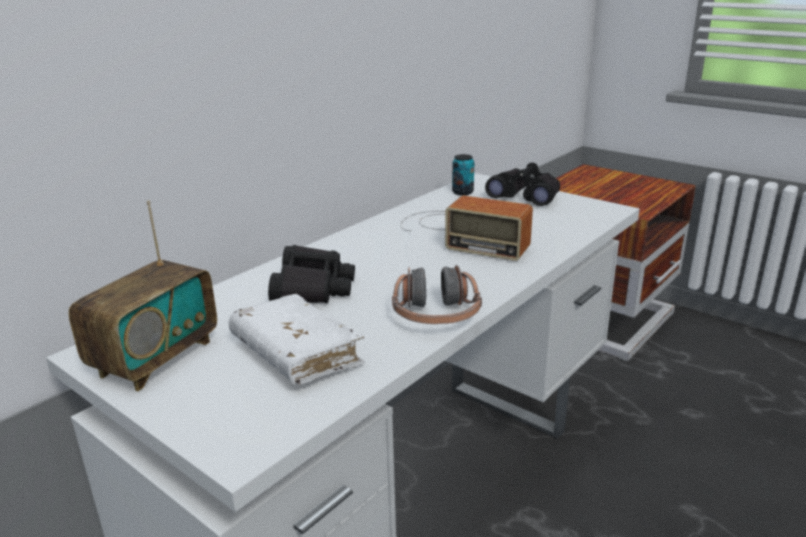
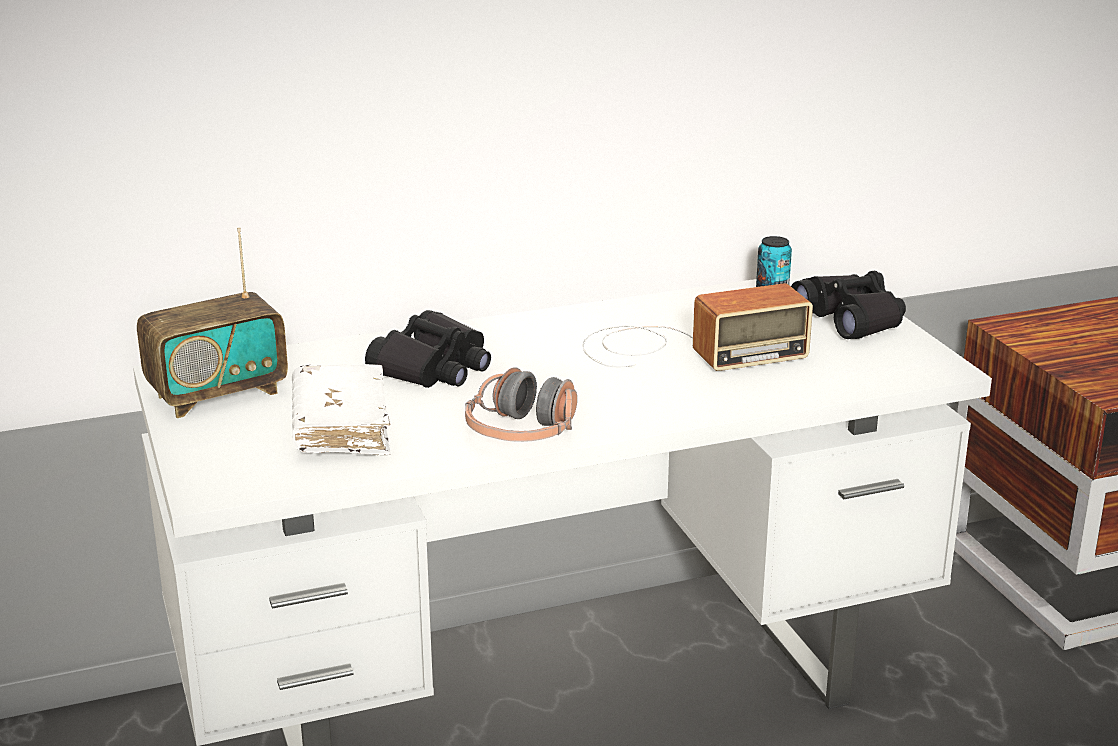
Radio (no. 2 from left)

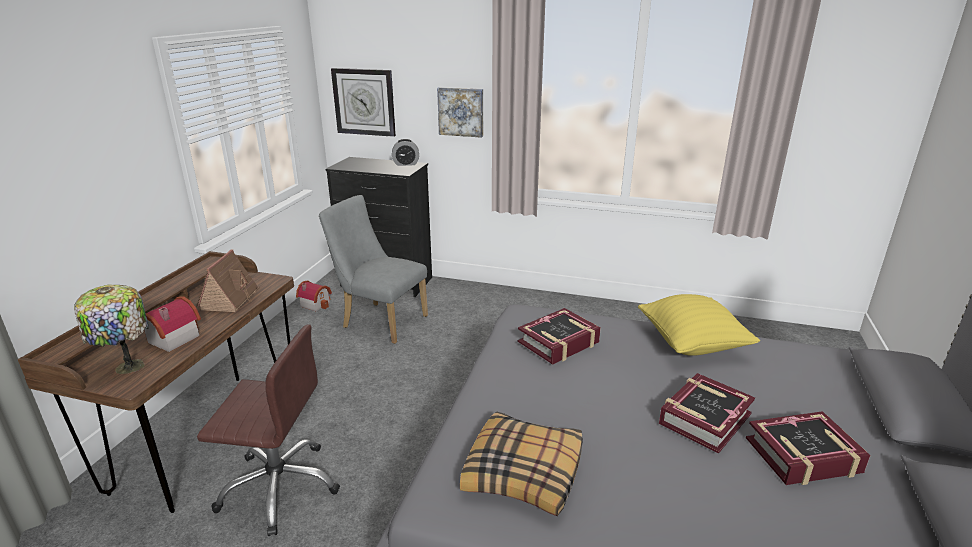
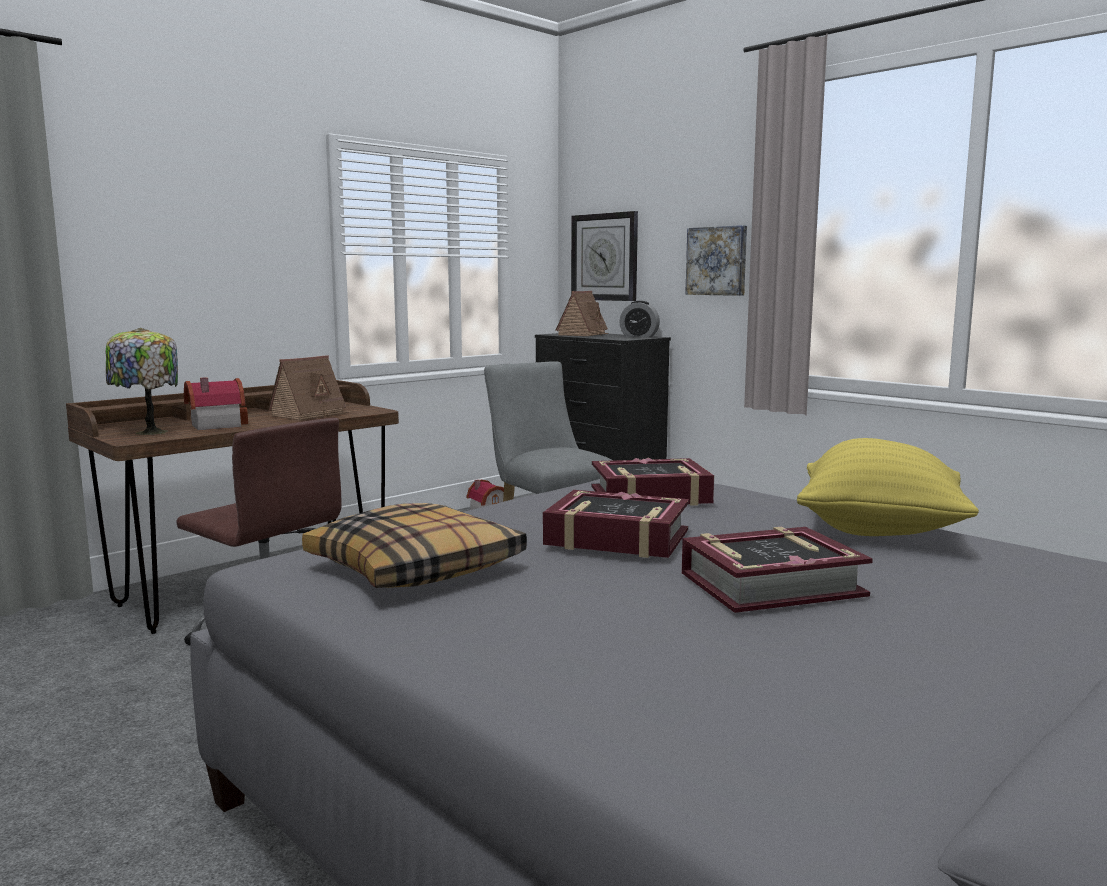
Book (no. 1 from left); ToyHouse (no. 4 from left)

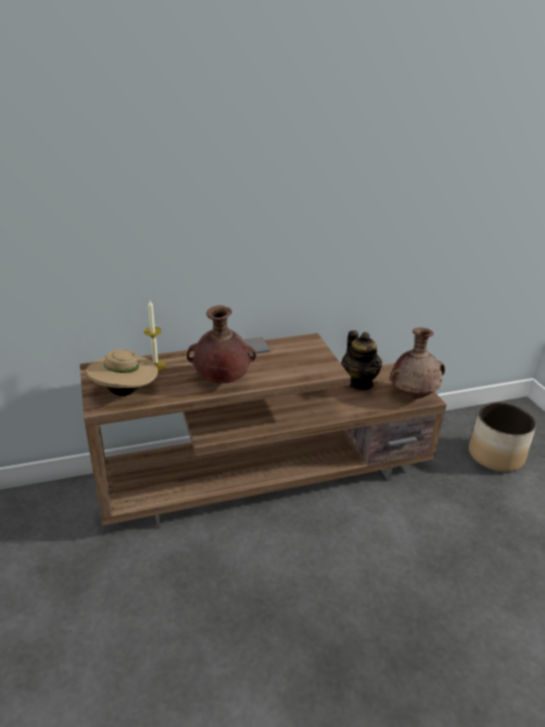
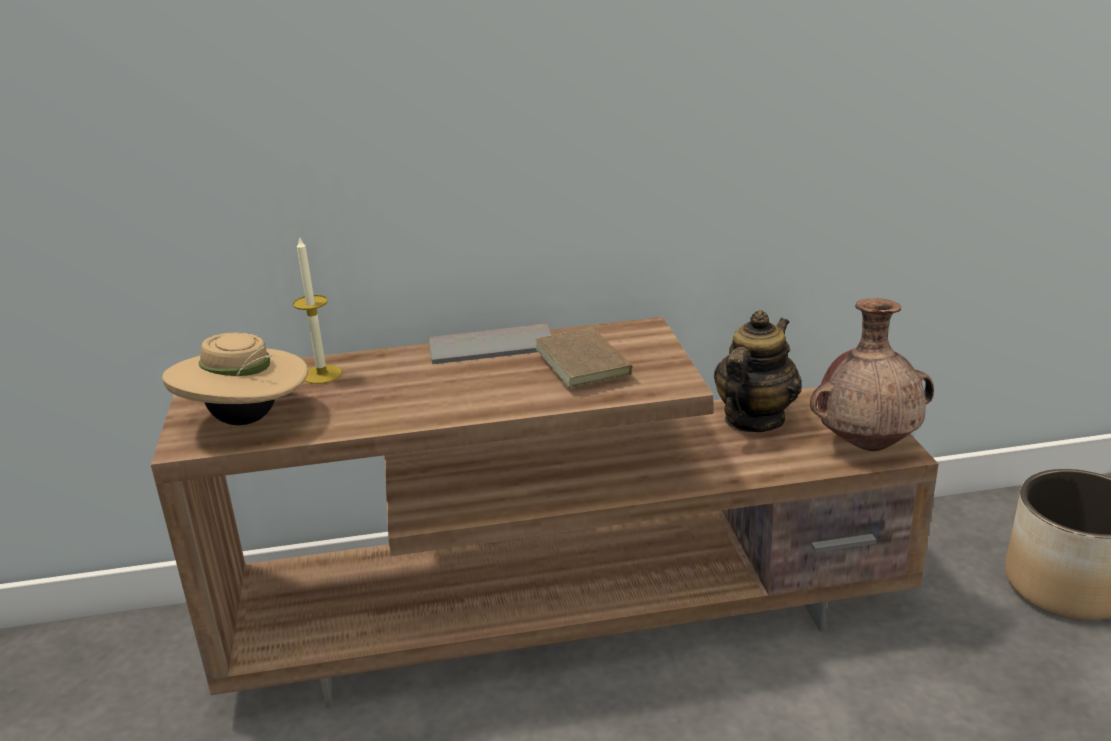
BrownVase (no. 1 from left in the first image); Teapot; BrownBook

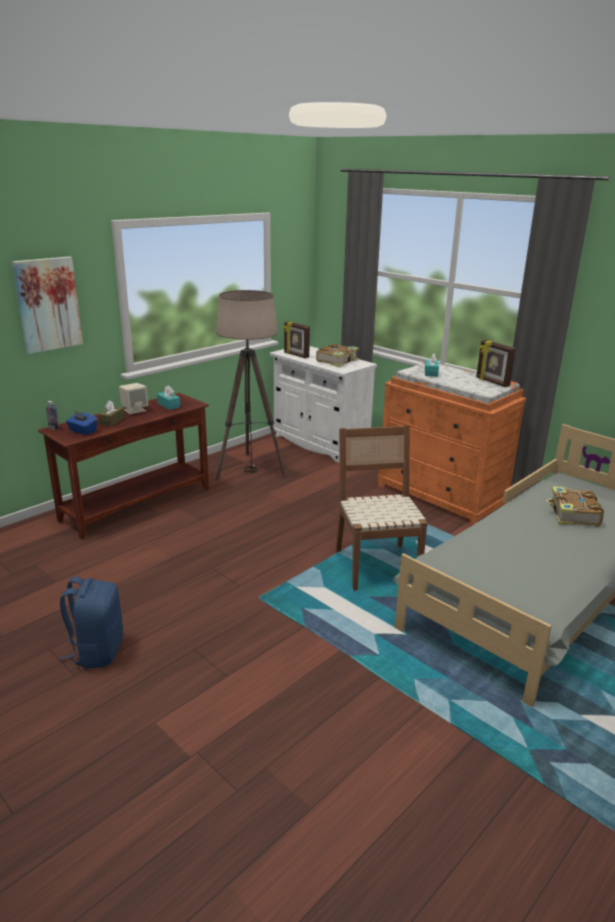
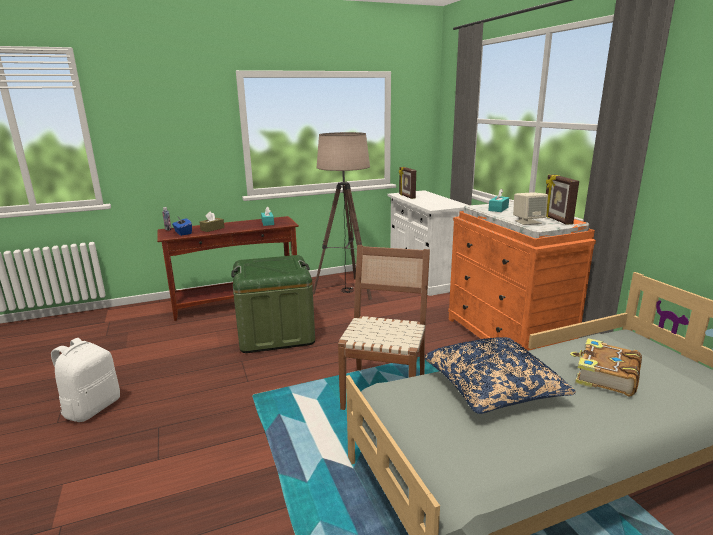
Picture; WhiteBackpack; BeigeSpeaker; Book (no. 1 from left in the first image); GreenStorageBox; BluePillow

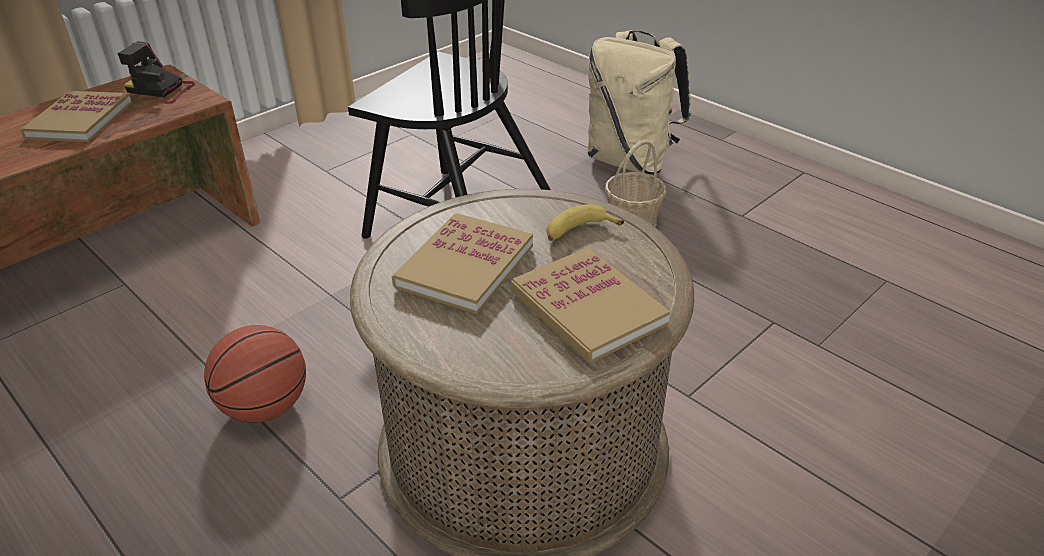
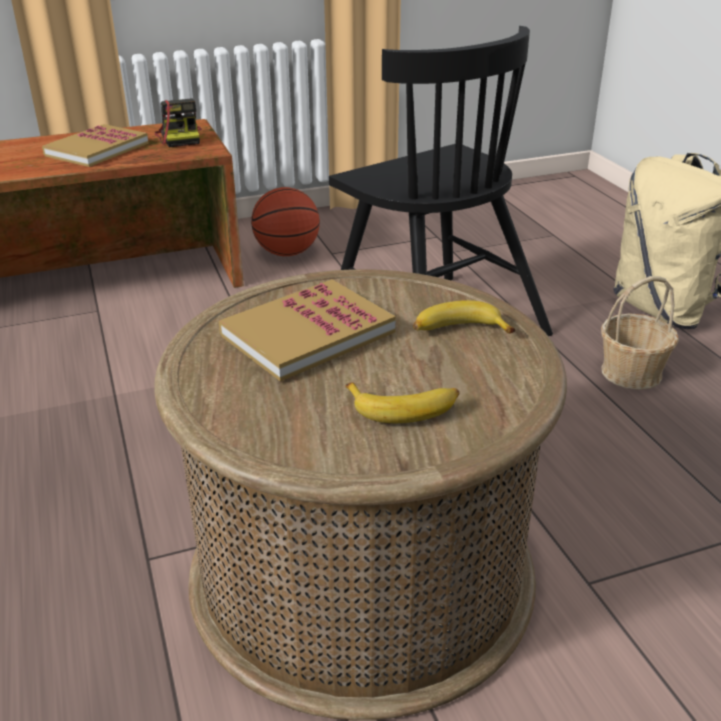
PhotoCamera; Basketball; Banana (no. 1 from left)

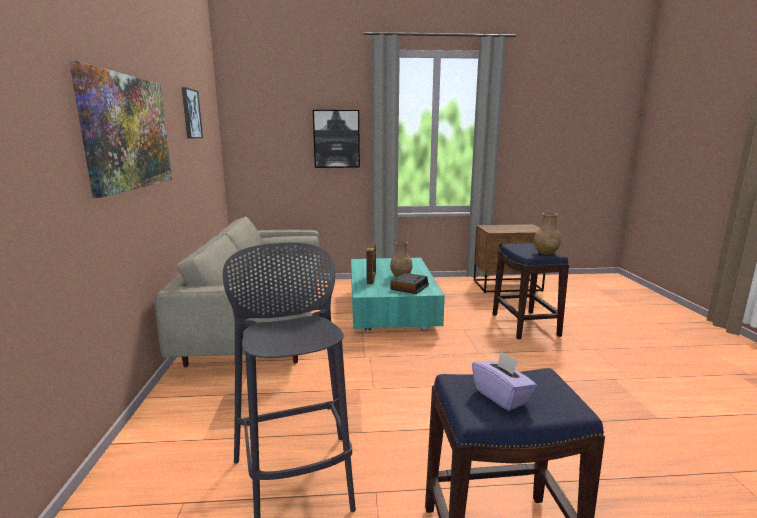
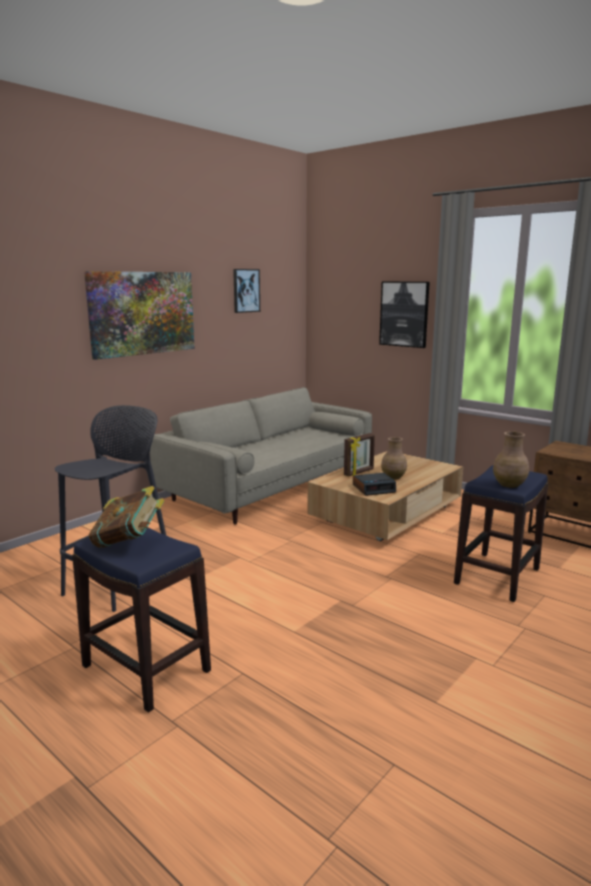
BrownCoffeeTable; Book

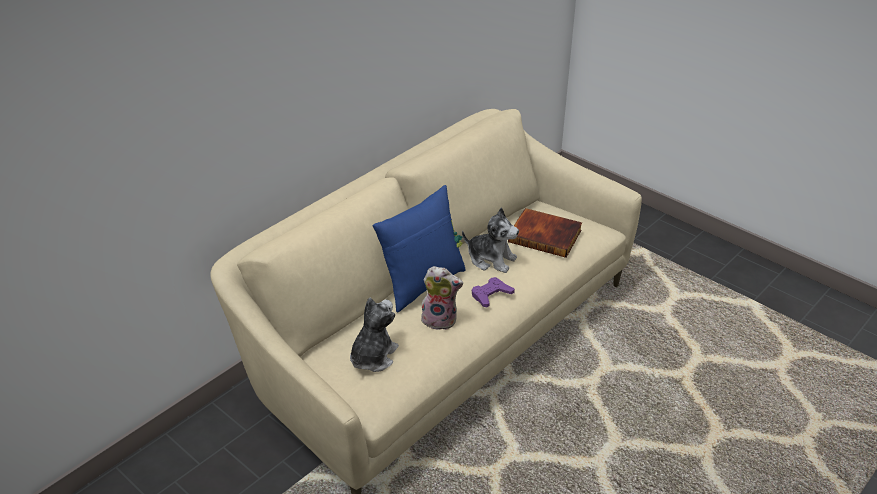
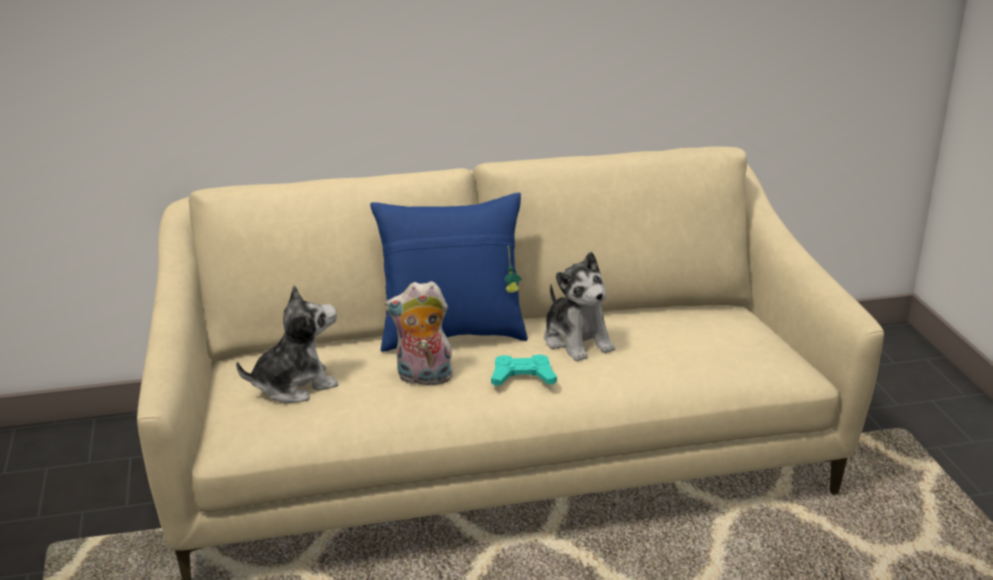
PlushToy (no. 2 from left); TurquoiseGameController; Book

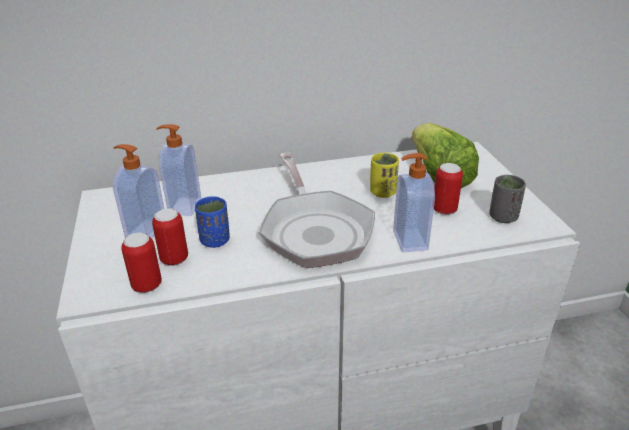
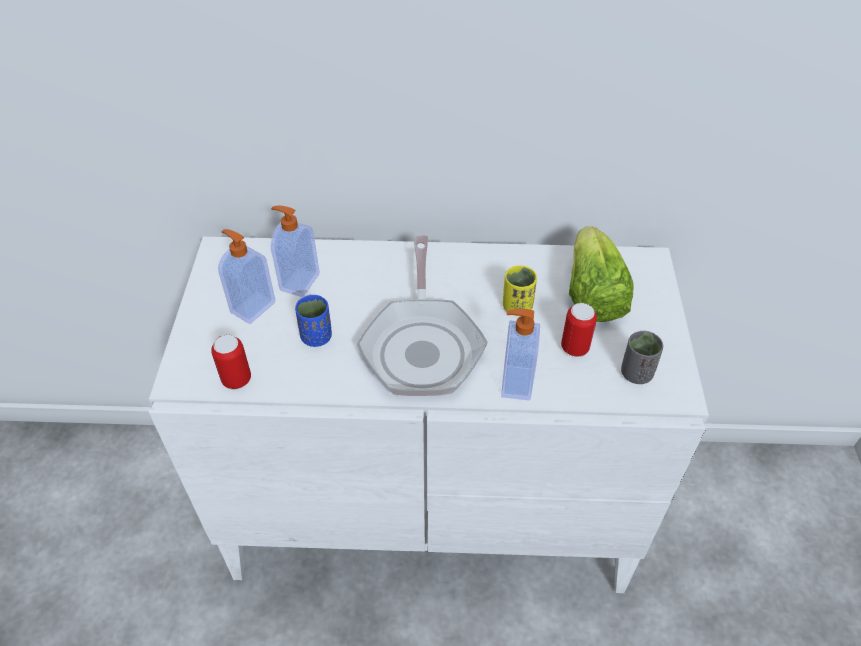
Can (no. 2 from left in the first image)

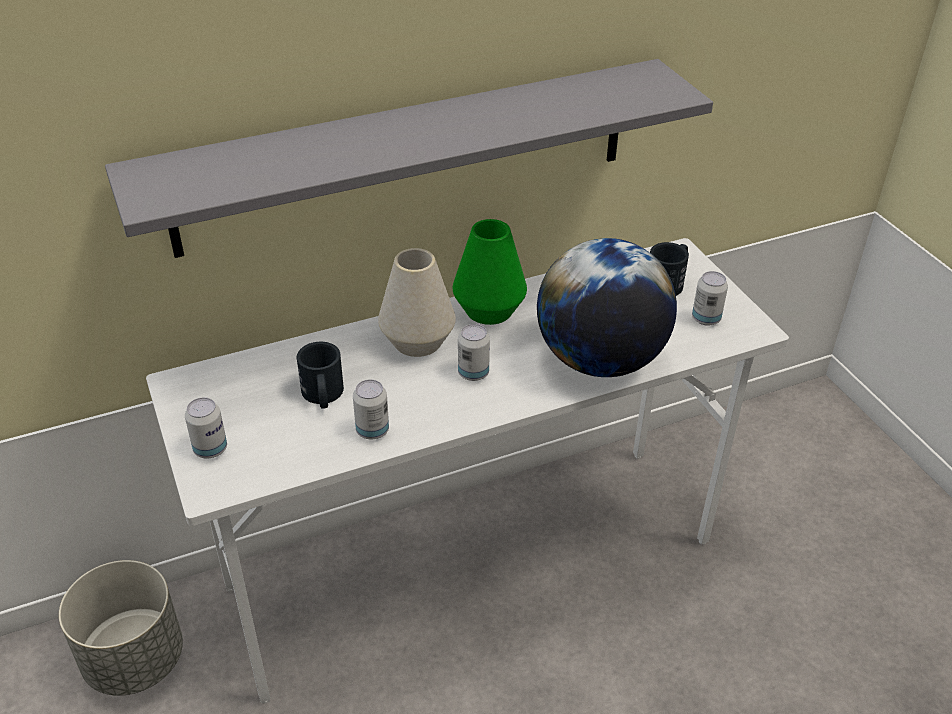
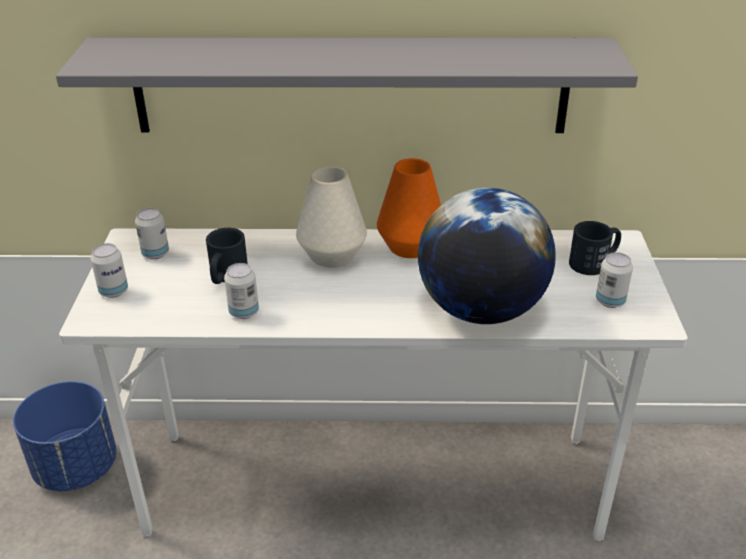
BluePlanter; OrangeVase; Can (no. 2 from left)

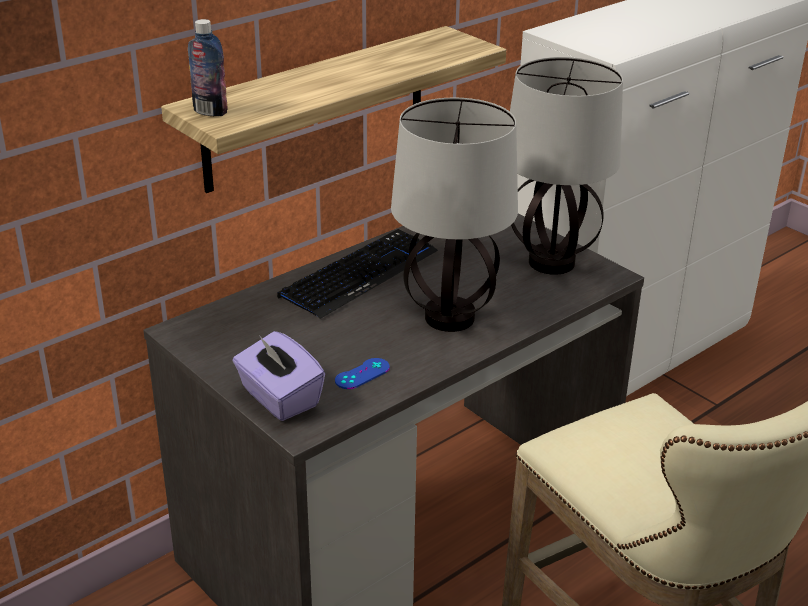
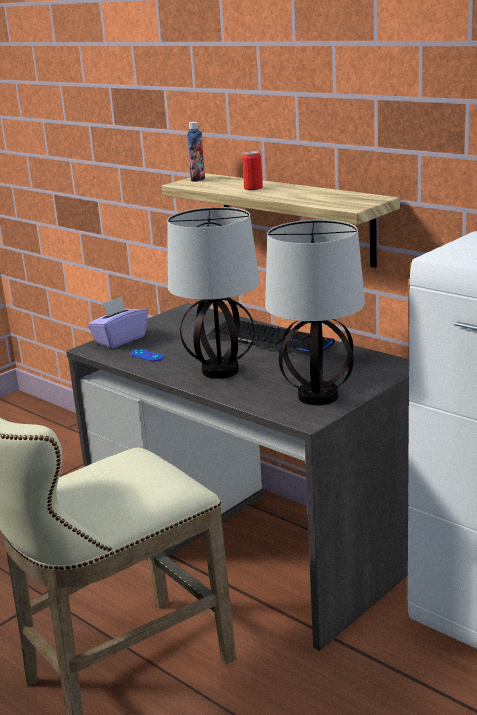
Can

